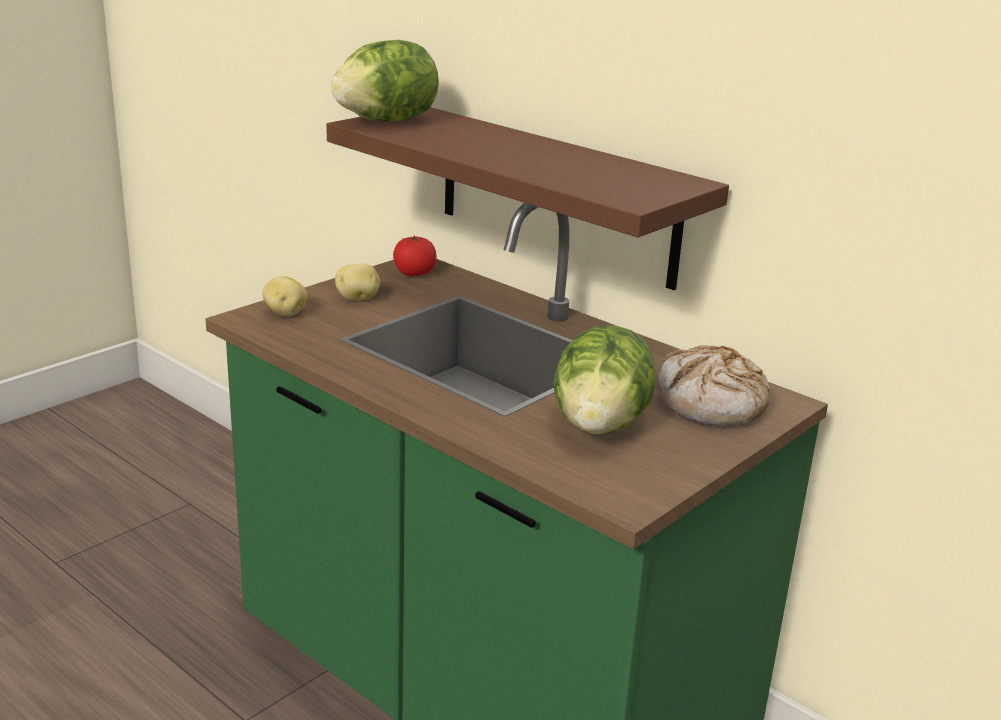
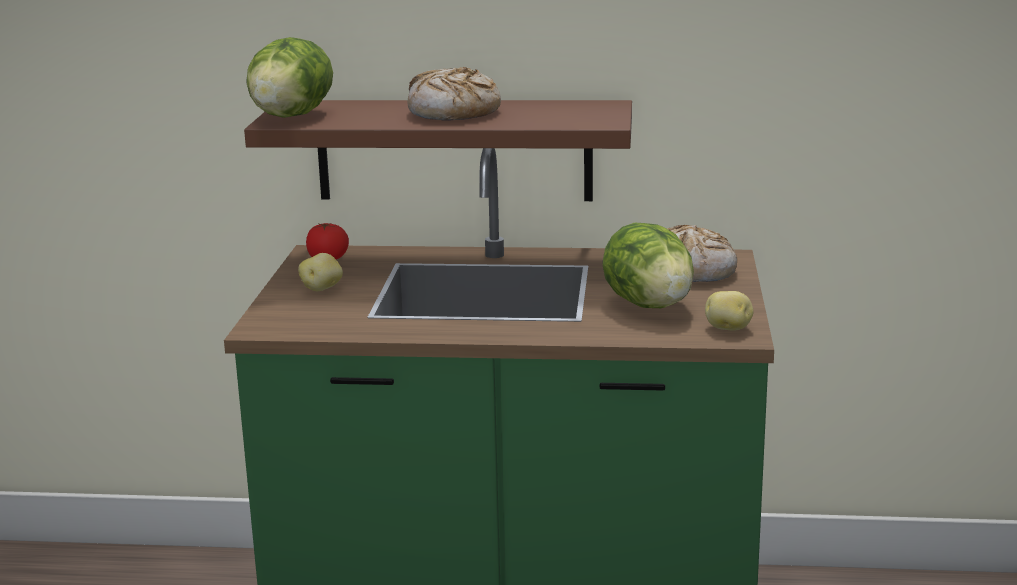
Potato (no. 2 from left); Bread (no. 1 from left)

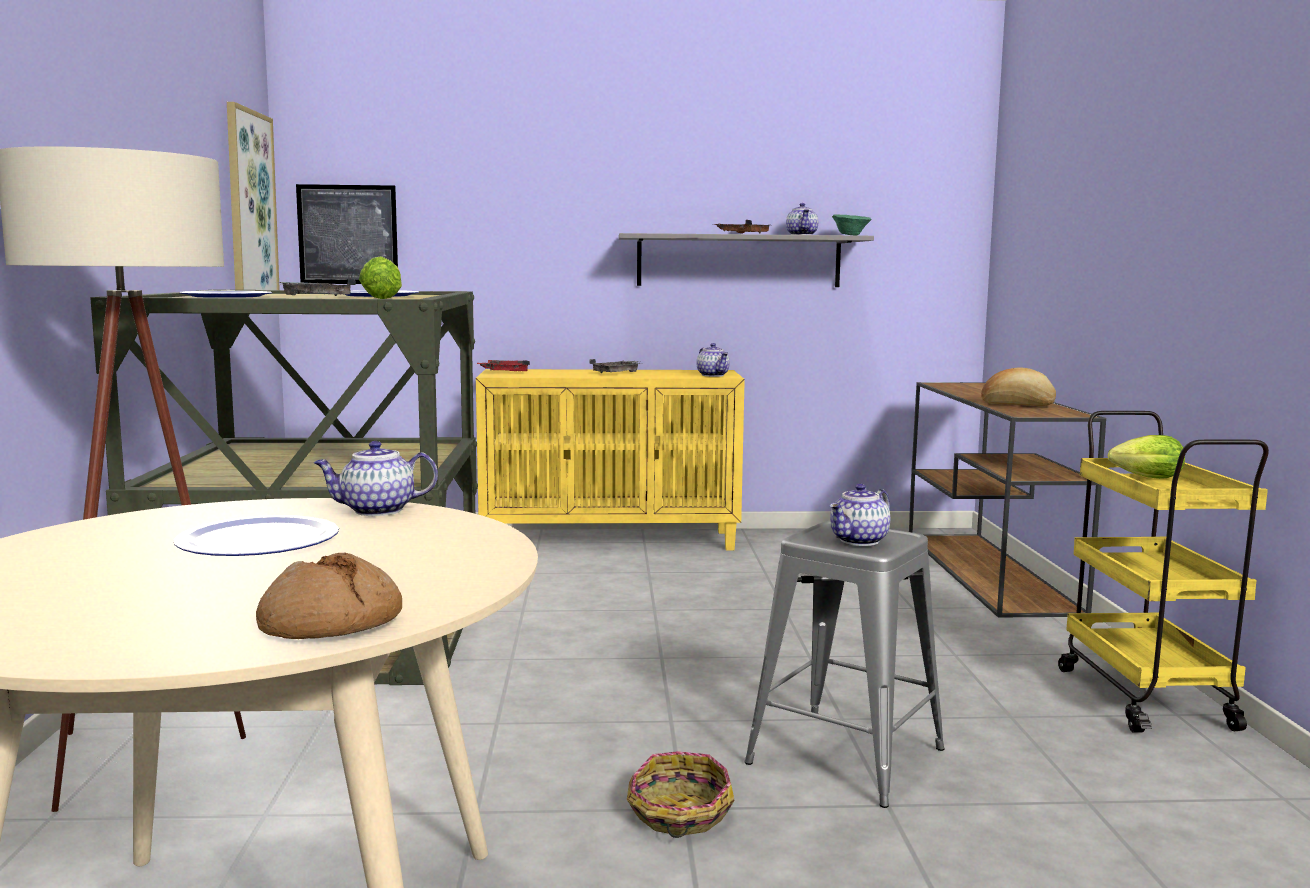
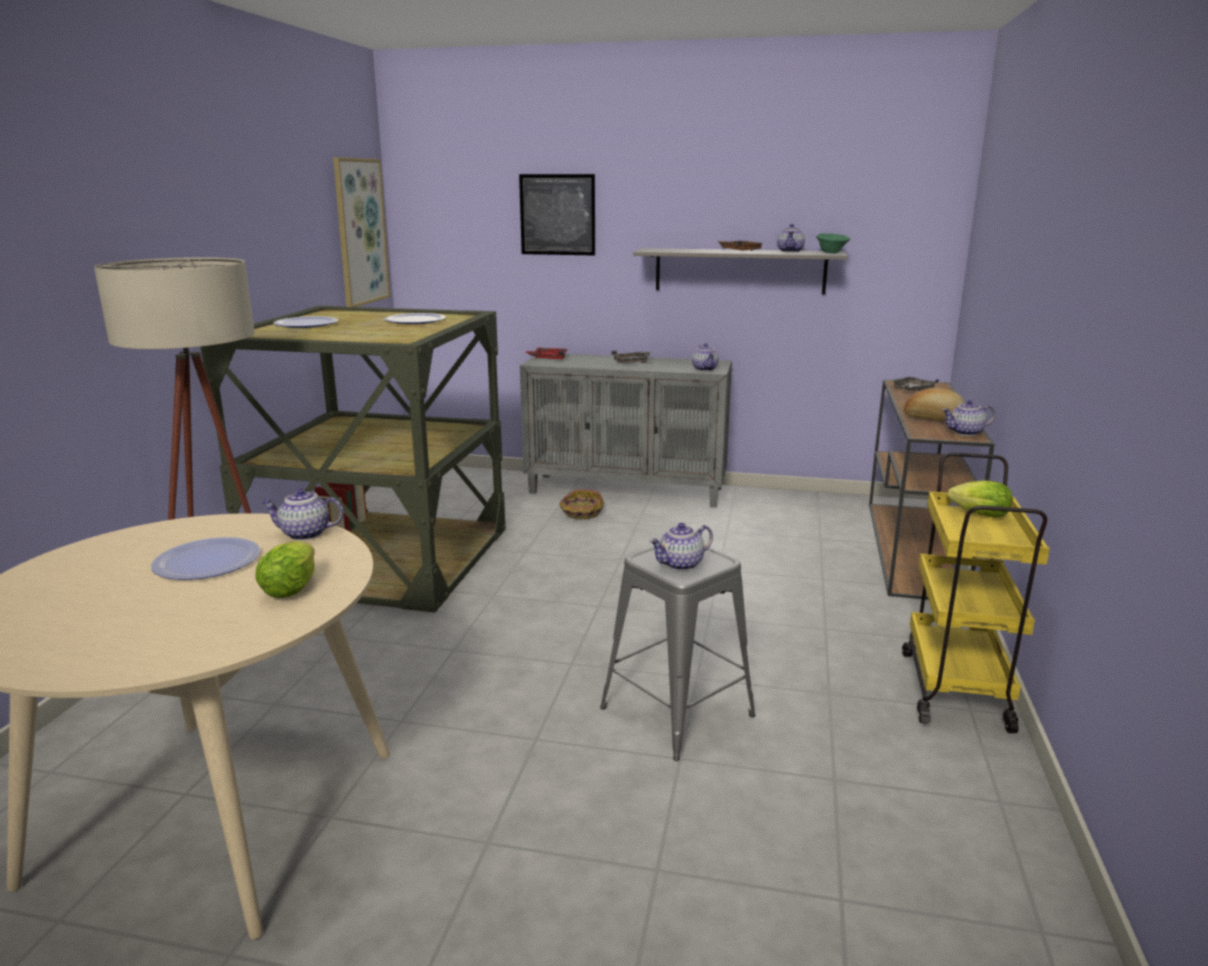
Bread (no. 1 from left in the first image); GreyTray (no. 2 from left); Picture (no. 2 from left); Lettuce (no. 1 from left); GreyCabinet; Basket; Teapot (no. 5 from left)

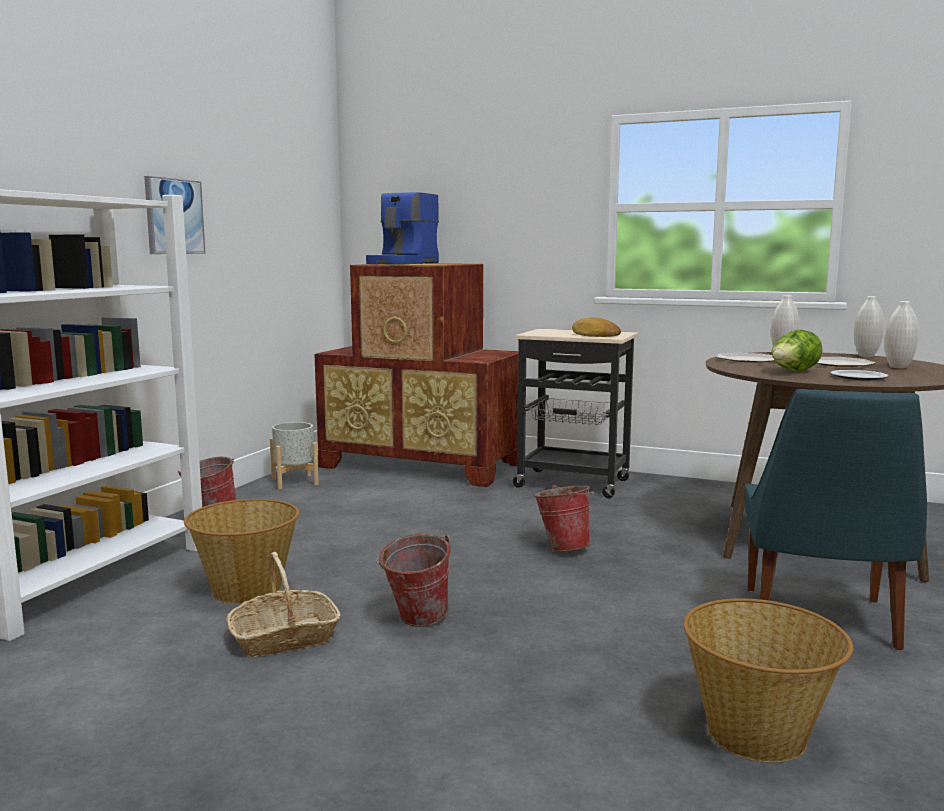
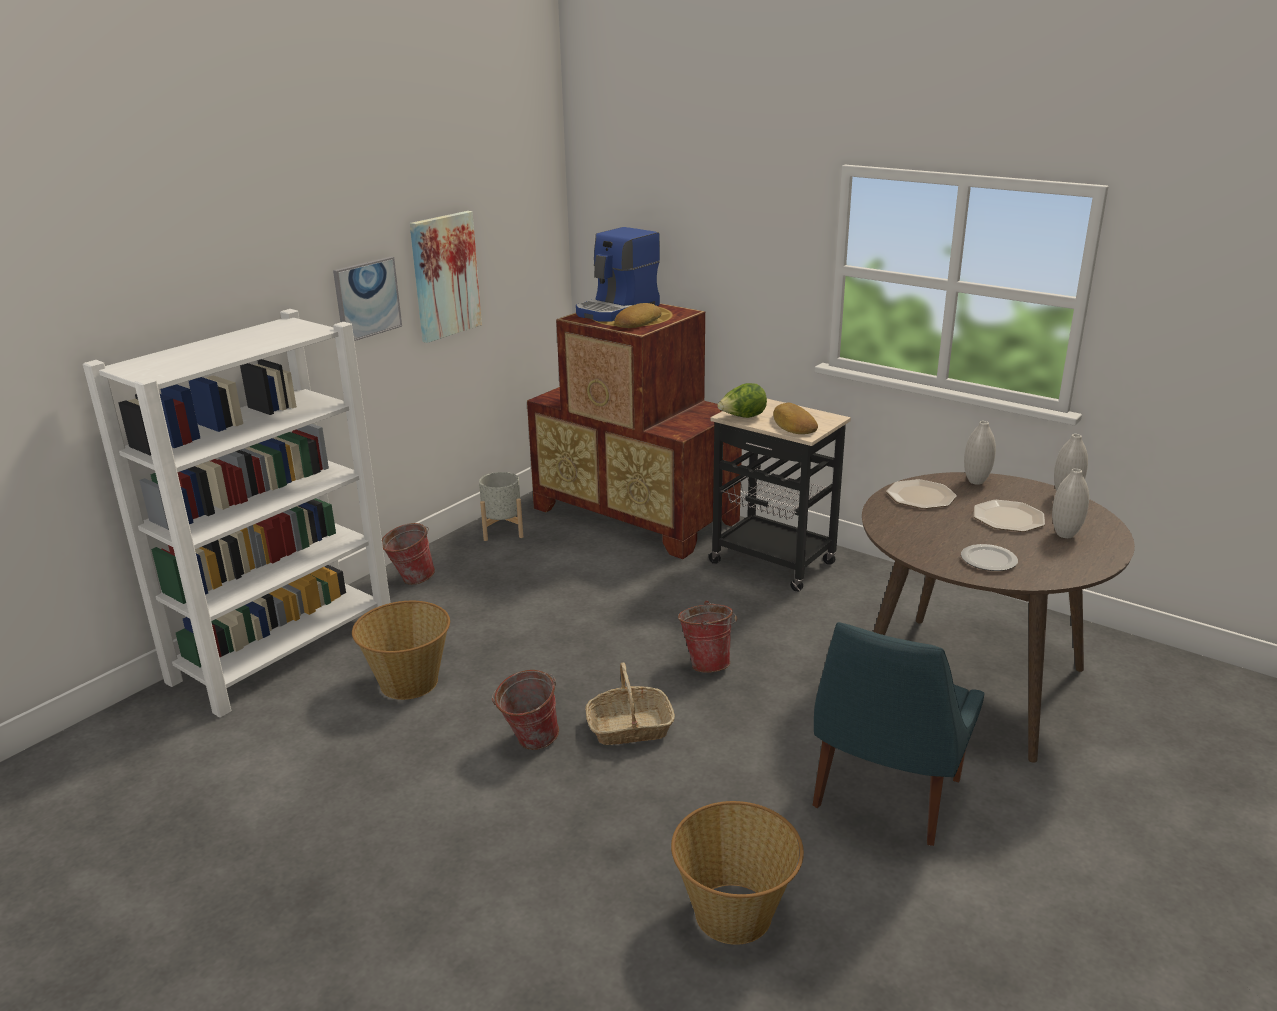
Basket (no. 2 from left); Lettuce; Picture (no. 2 from left); Bread (no. 1 from left)

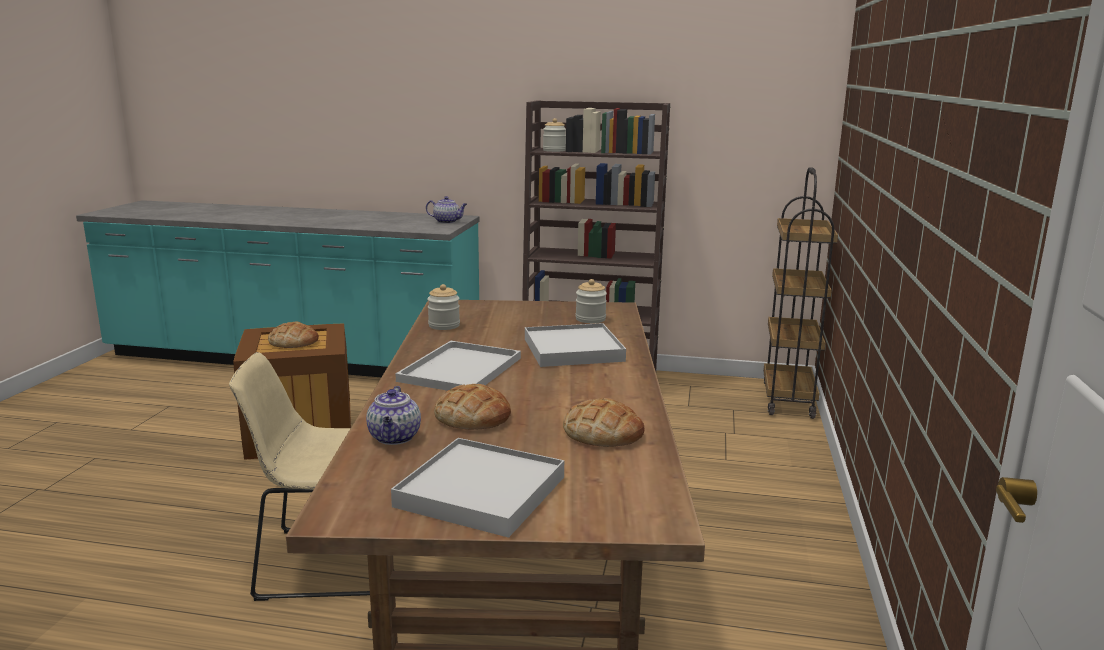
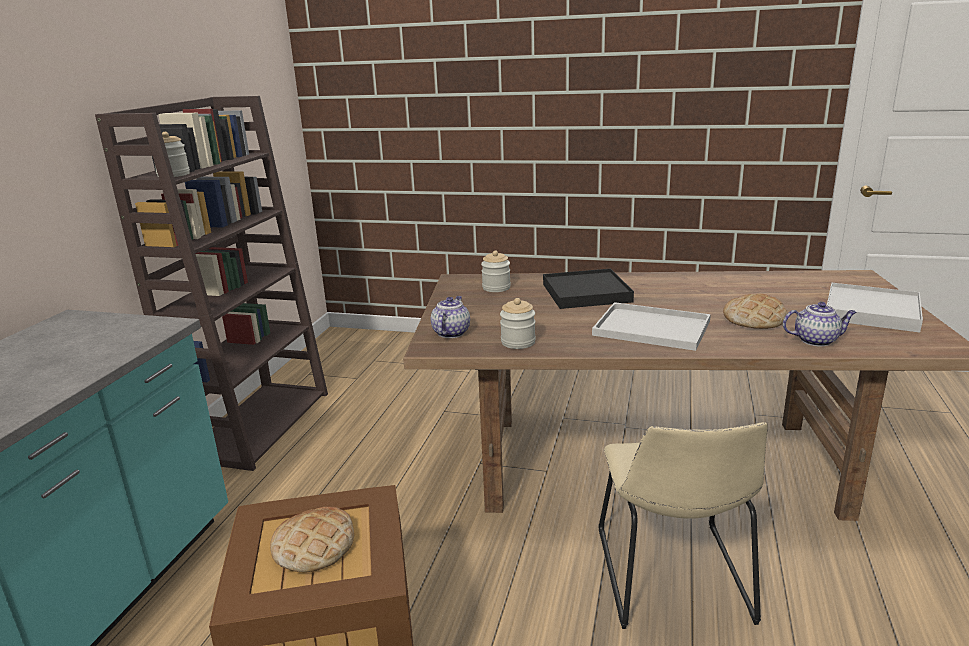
Teapot (no. 1 from left); BlackTray; Bread (no. 3 from left in the first image); BrownCart

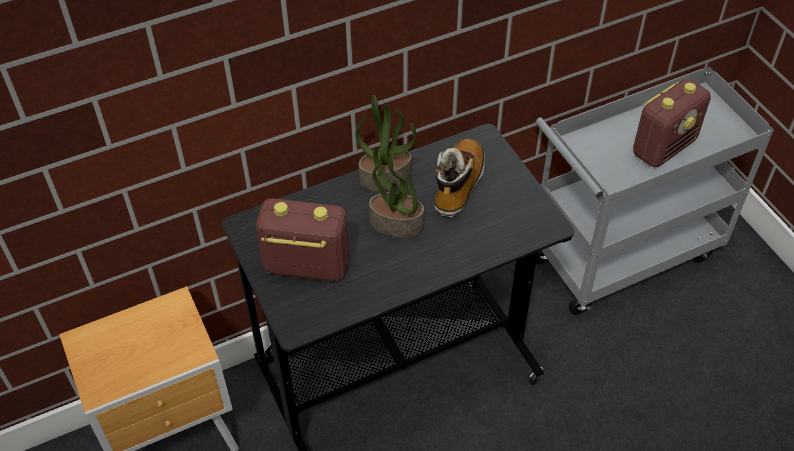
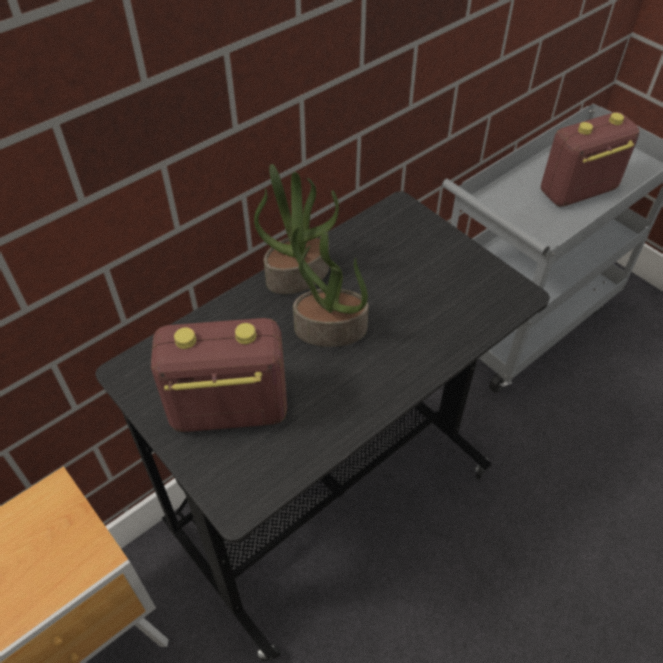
Boot; Radio (no. 2 from left)

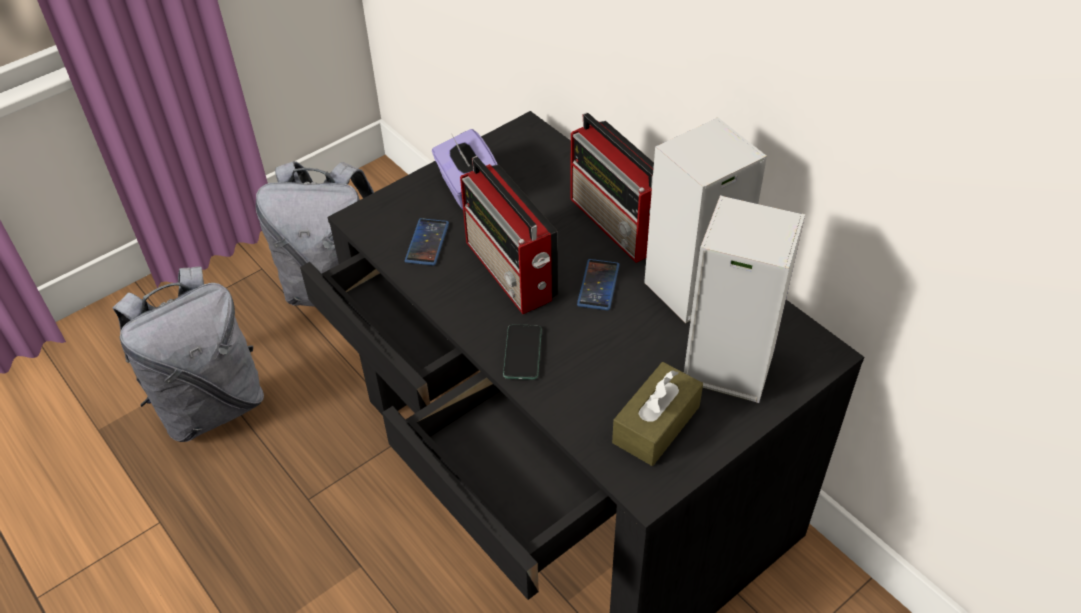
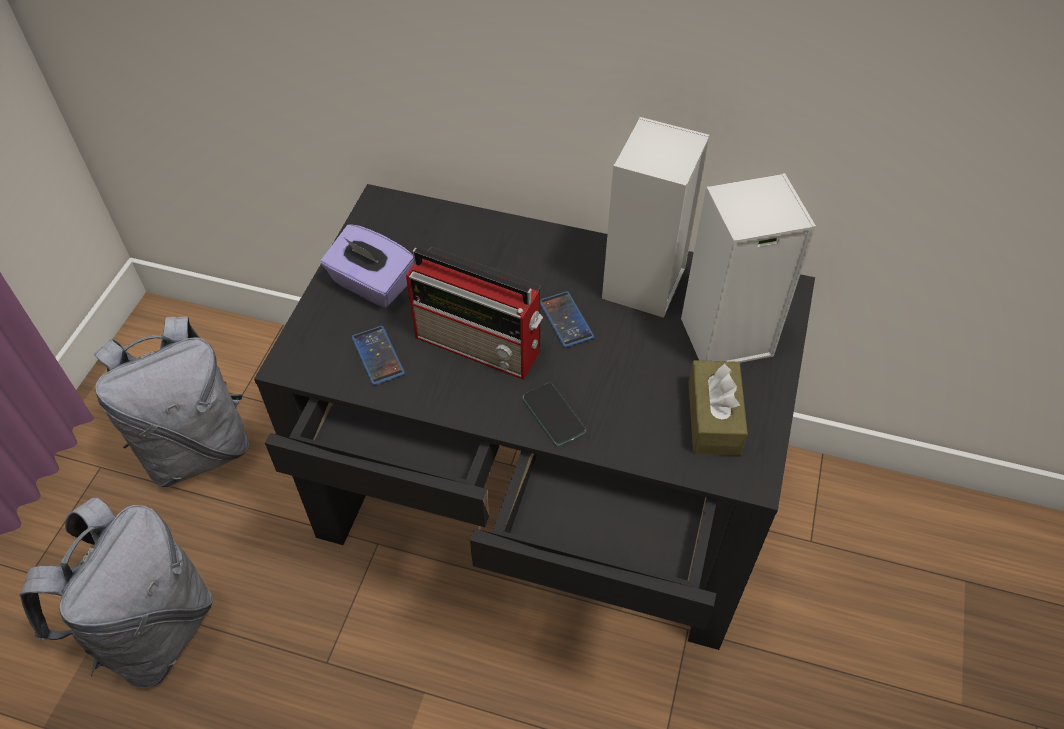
Radio (no. 2 from left in the first image)

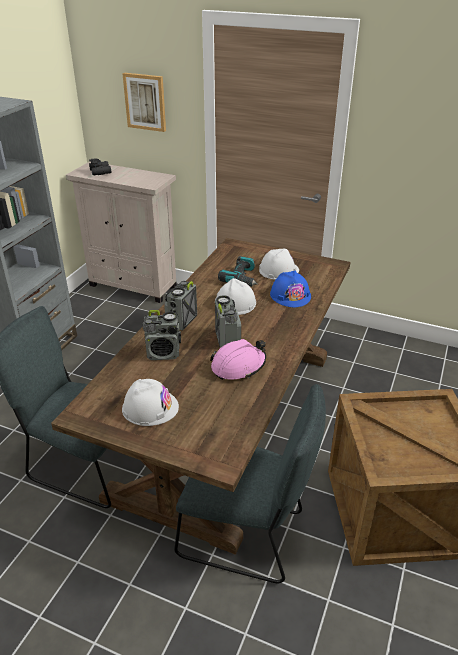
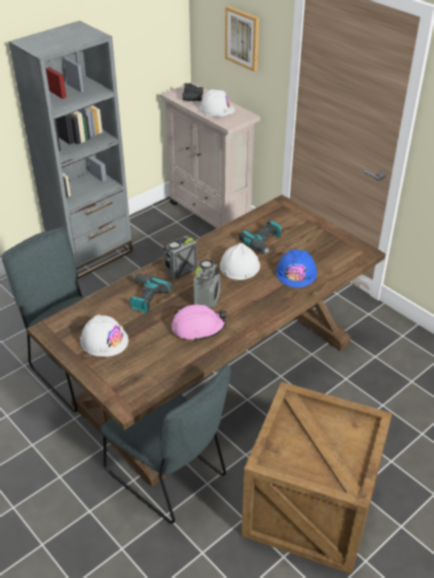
PowerDrill (no. 1 from left); WhiteHardHat (no. 2 from left)

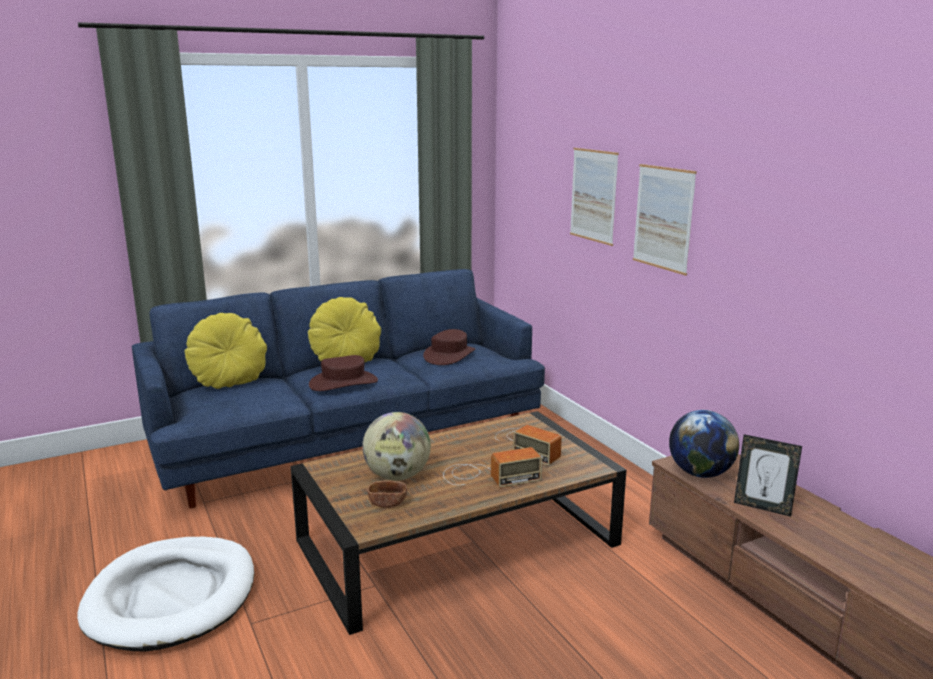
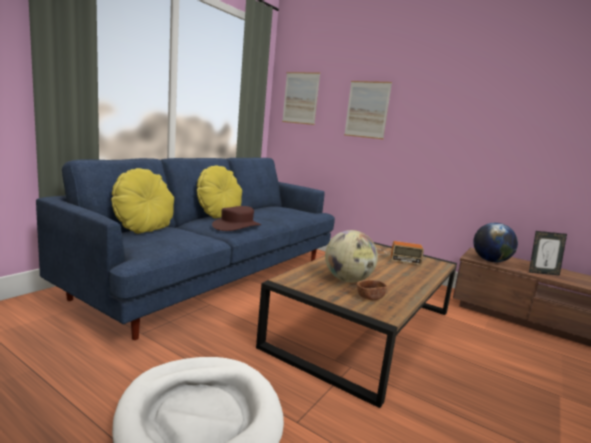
BrownHat (no. 2 from left in the first image); Radio (no. 1 from left in the first image); Picture (no. 1 from left)

